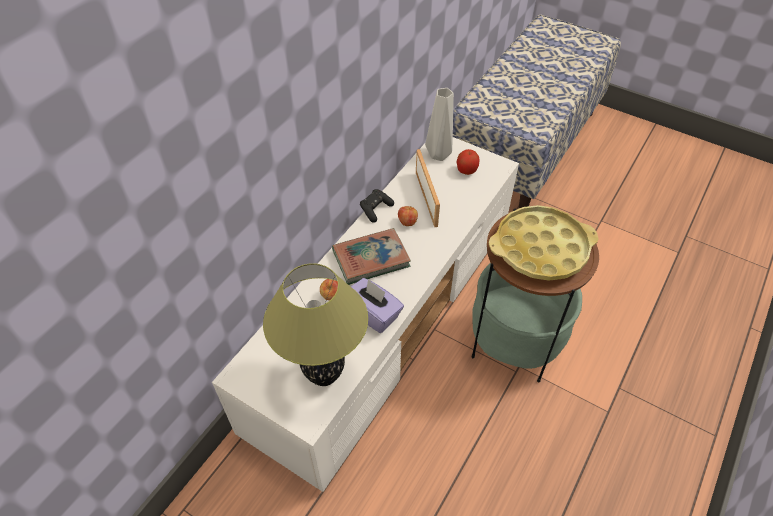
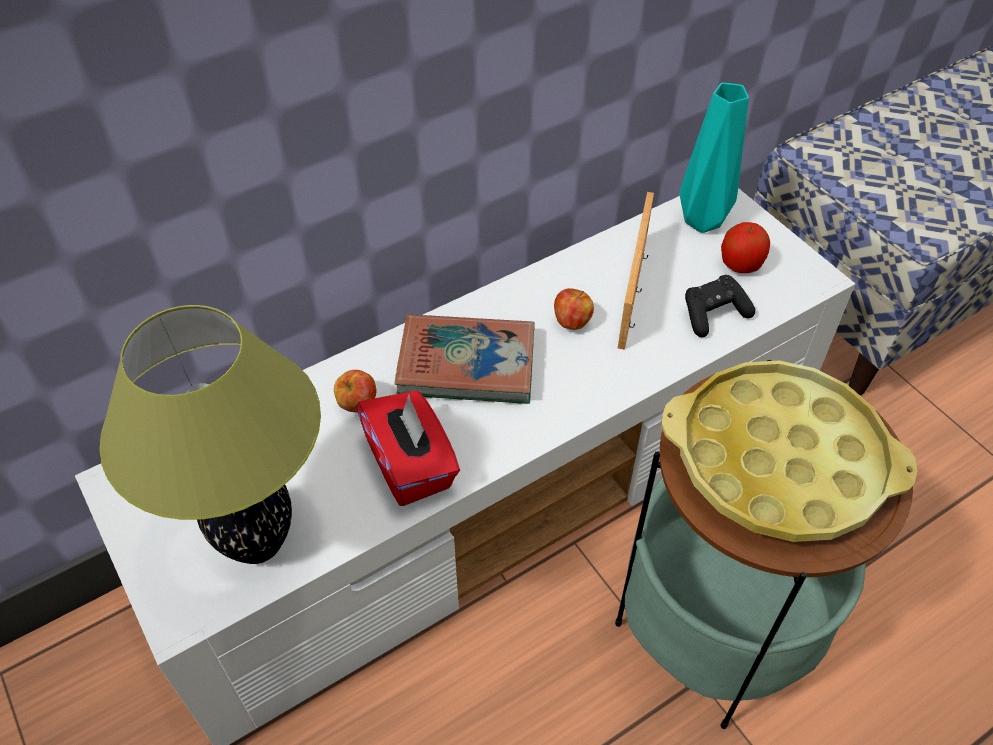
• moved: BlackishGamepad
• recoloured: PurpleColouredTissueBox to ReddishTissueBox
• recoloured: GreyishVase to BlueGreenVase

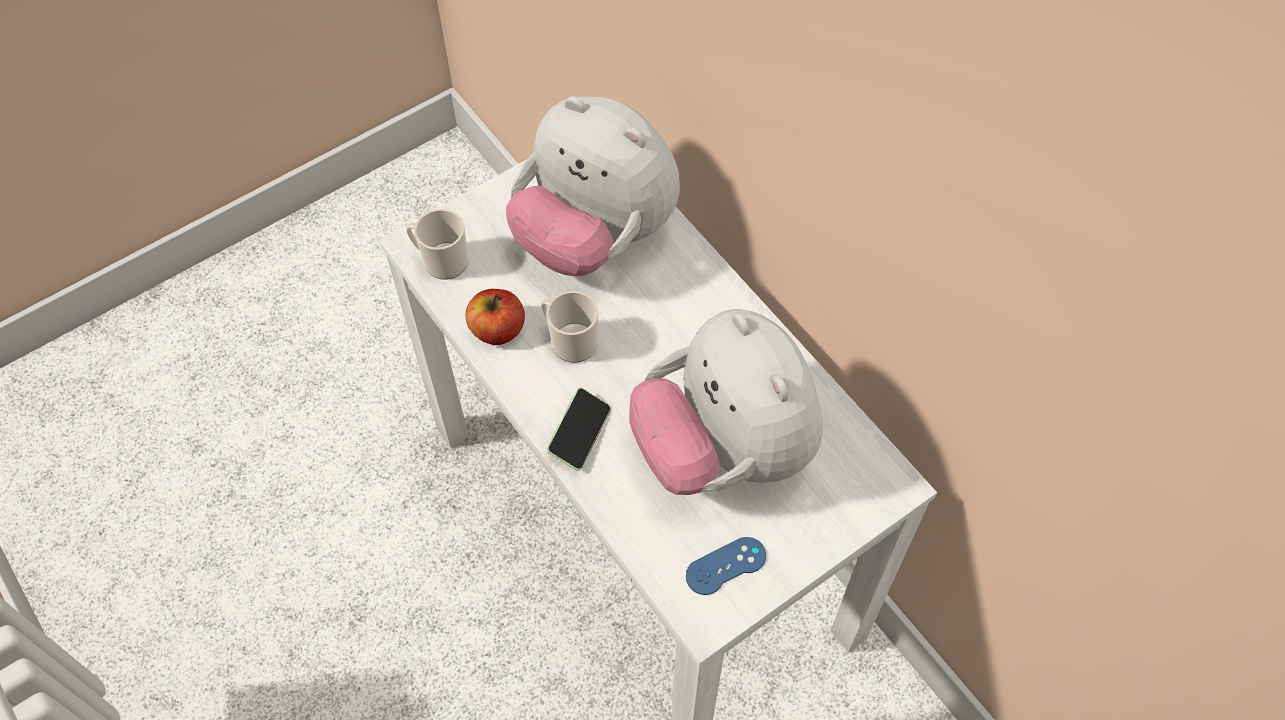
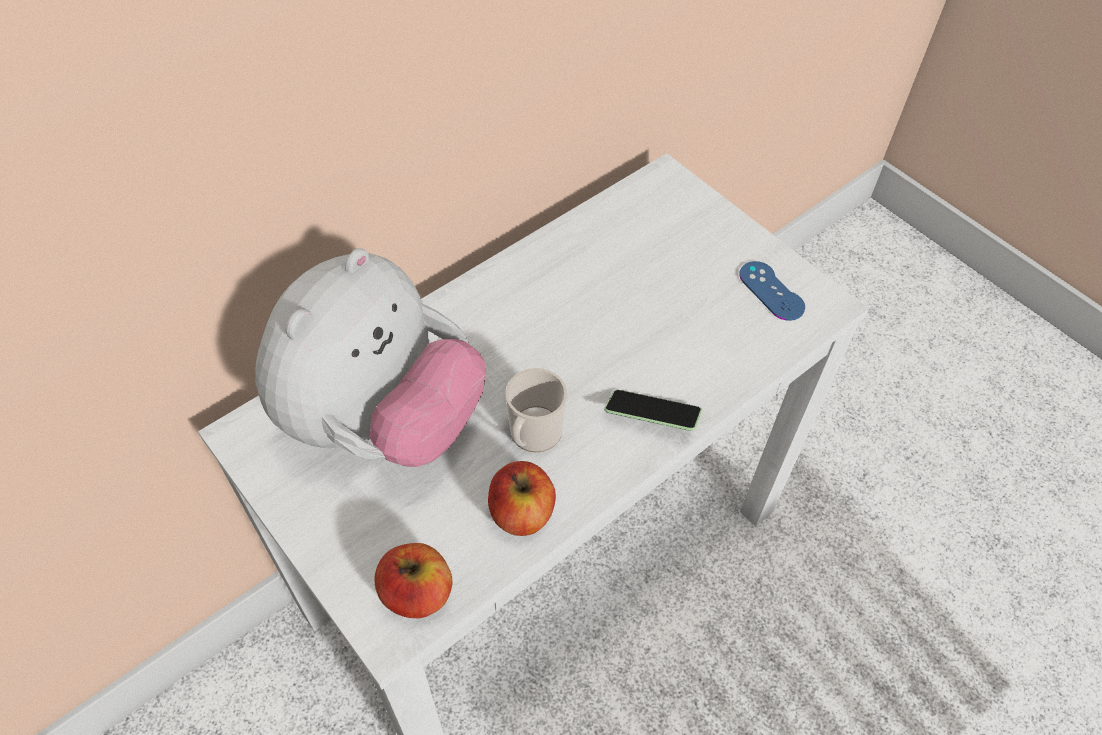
• removed: SoftToy (2nd from left)
• replaced: Mug (1st from left) to WholeApple (1st from left)

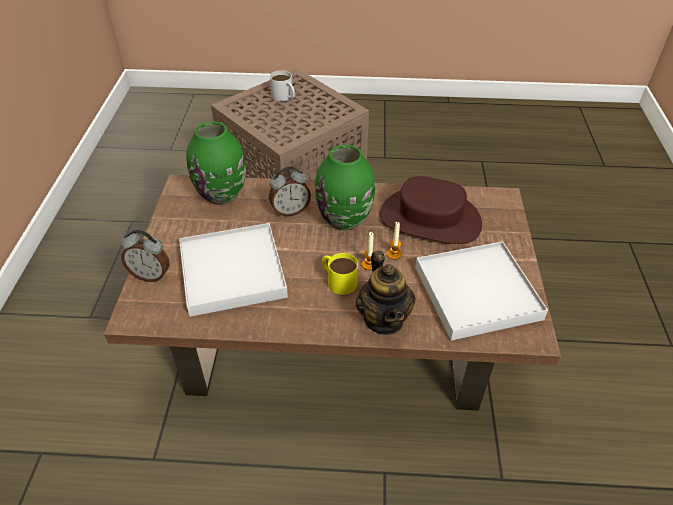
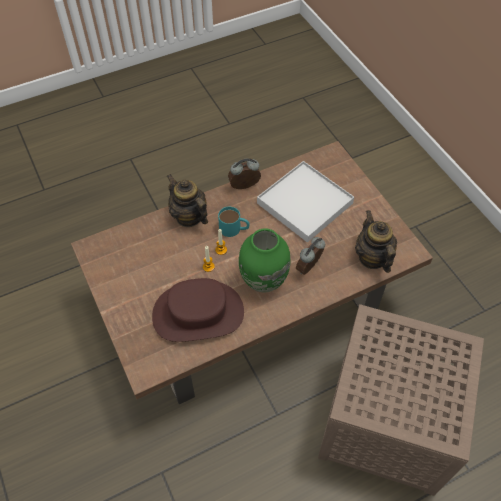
• removed: WhitishMug
• removed: WhitishTray (2nd from left)
• moved: TableClock (1st from left)
• replaced: GreenishVase (1st from left) to PotForTea (2nd from left)
• recoloured: YellowColouredMug to BlueGreenMug

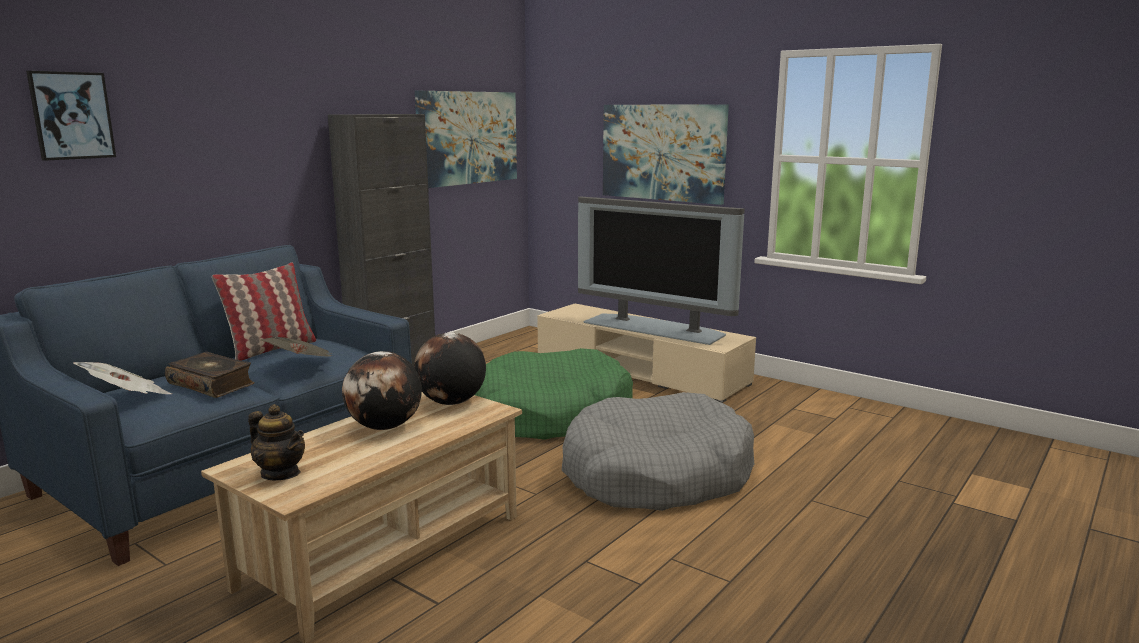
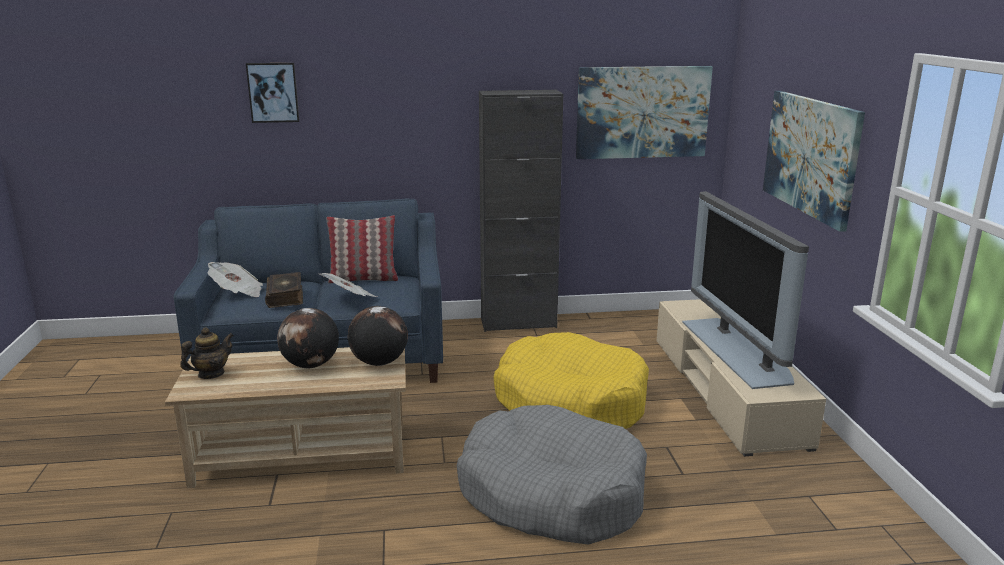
• recoloured: GreenishDogCushion to YellowColouredDogCushion
• turned: PotForTea 120 degrees counterclockwise

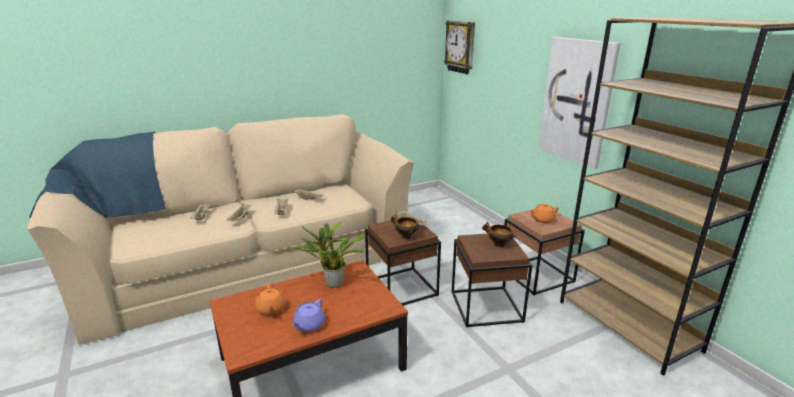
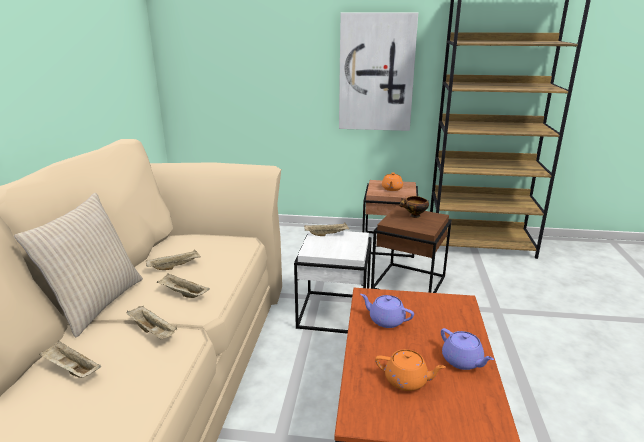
• removed: Bowl (1st from left)
• removed: HangingClock
• added: SandColouredThrowPillow
• replaced: Houseplant to PurpleColouredPotForTea (1st from left)
• recoloured: BrownEndTable (1st from left) to WhitishEndTable

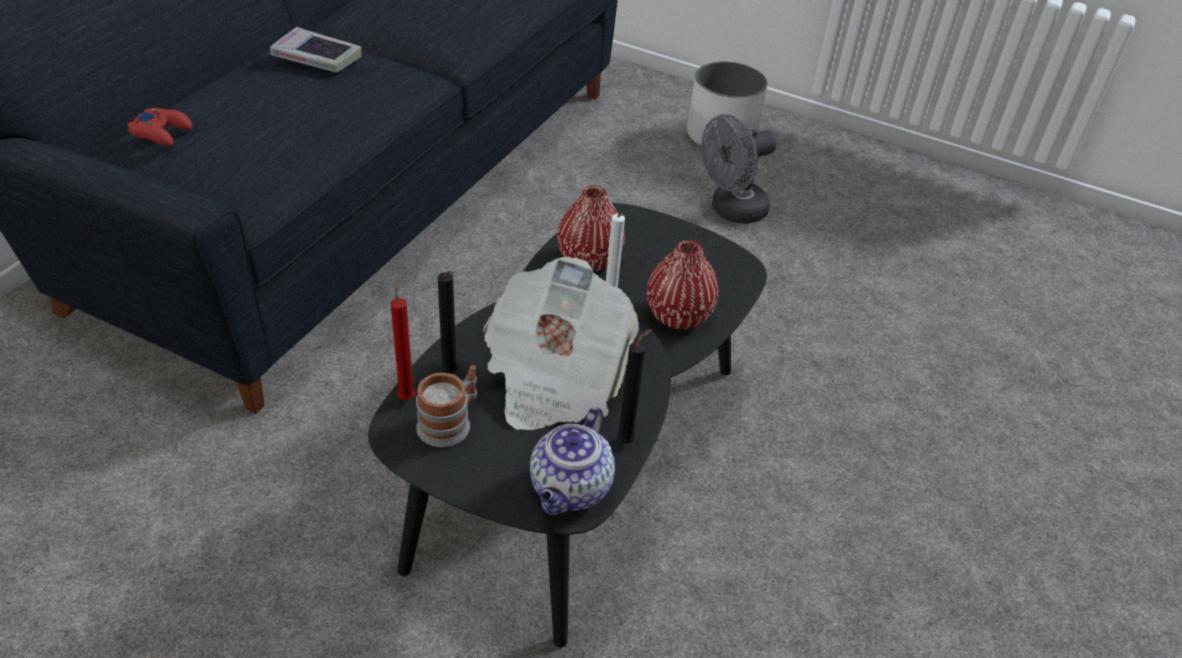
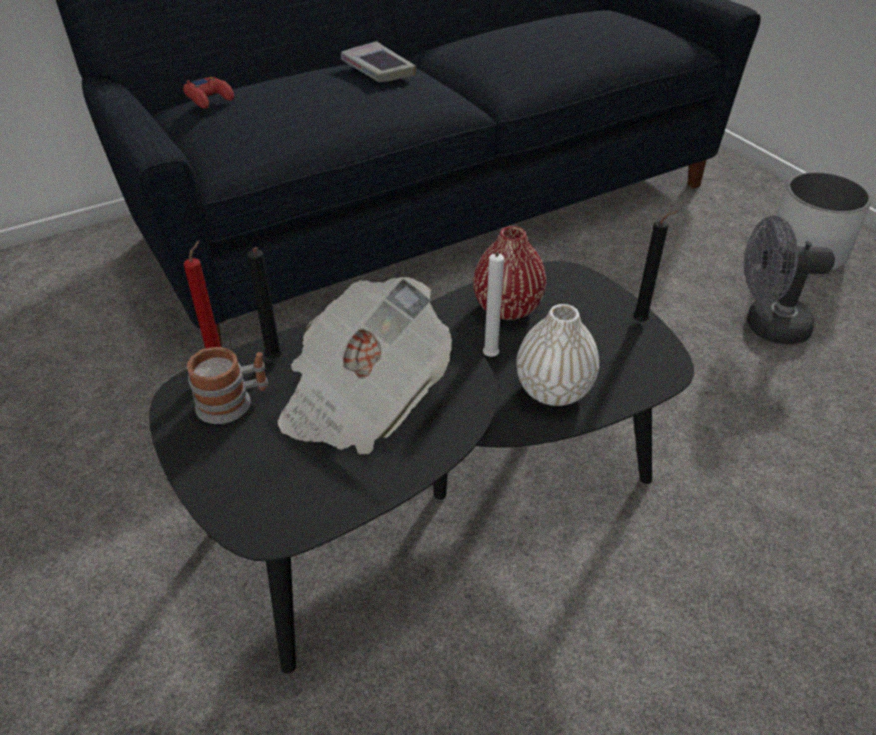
• removed: PotForTea
• moved: BlackishWaxLight (2nd from left)
• recoloured: ReddishVase (2nd from left) to WhitishVase

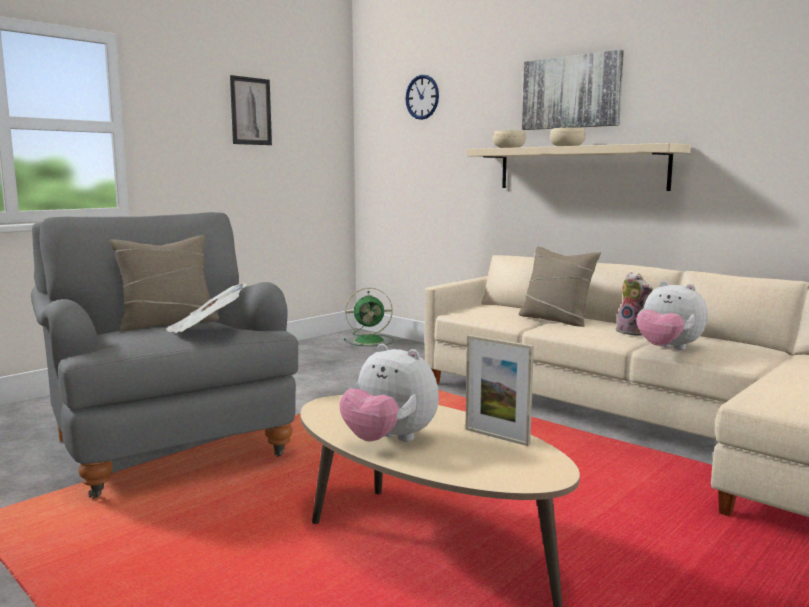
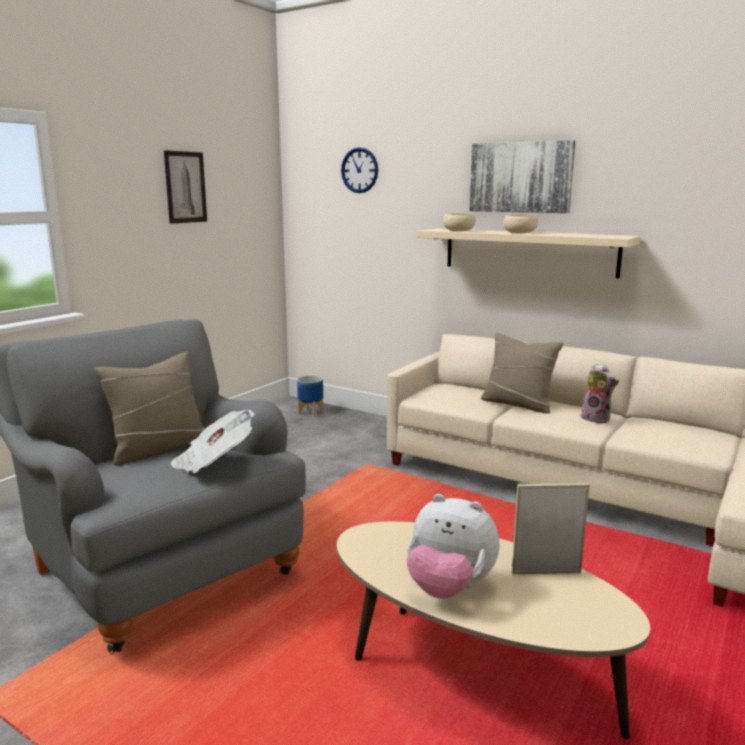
• removed: SoftToy (3rd from left)
• replaced: GreenishFan to FlowerPot
• turned: PhotoFrame 150 degrees clockwise

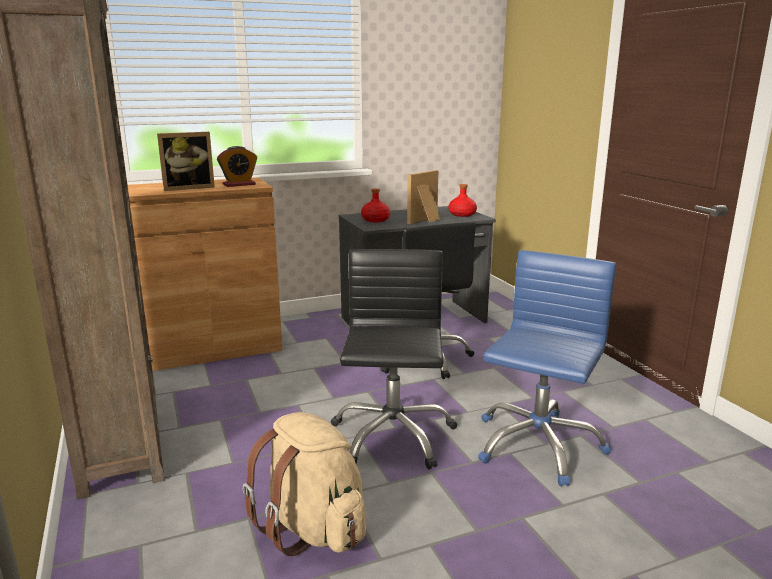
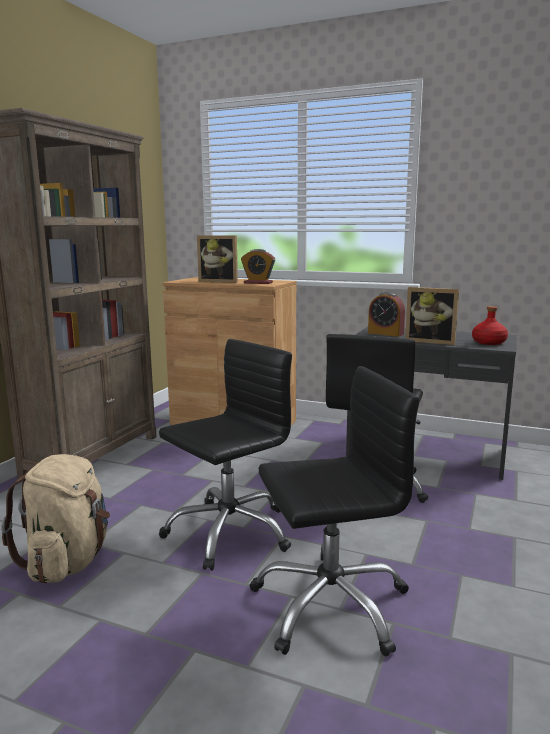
• replaced: ReddishDrinkBottle (1st from left) to TableClock (2nd from left)
• recoloured: BlueComputerChair to BlackishComputerChair (2nd from left)
• turned: PhotoFrame (2nd from left) 150 degrees counterclockwise

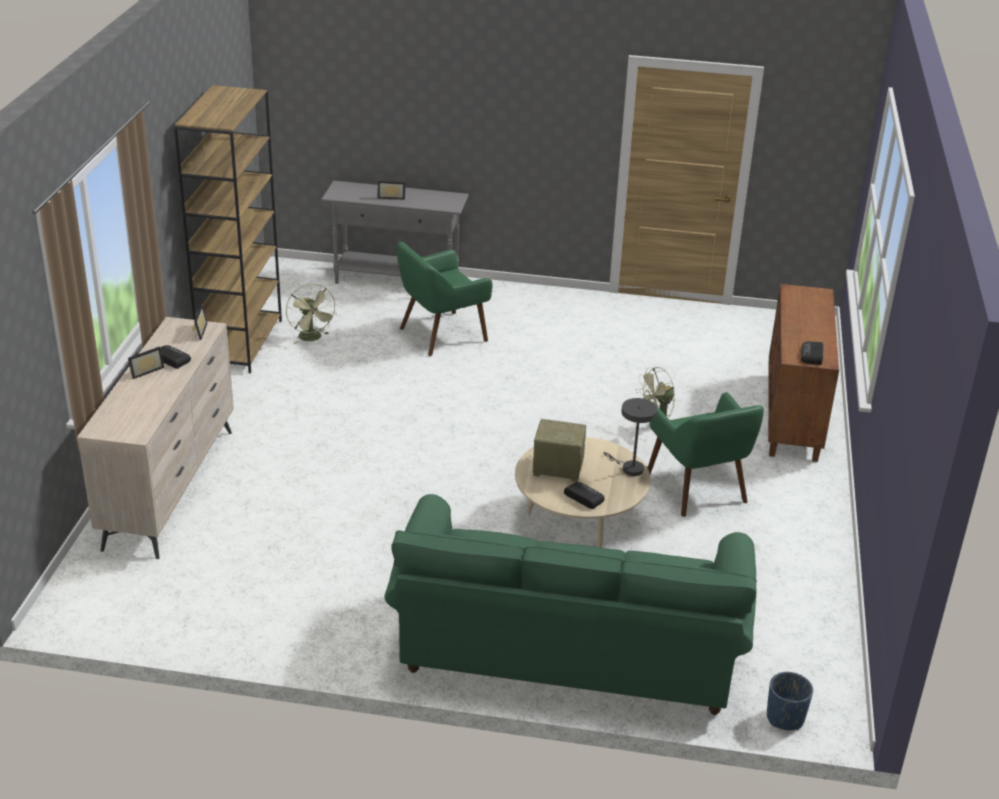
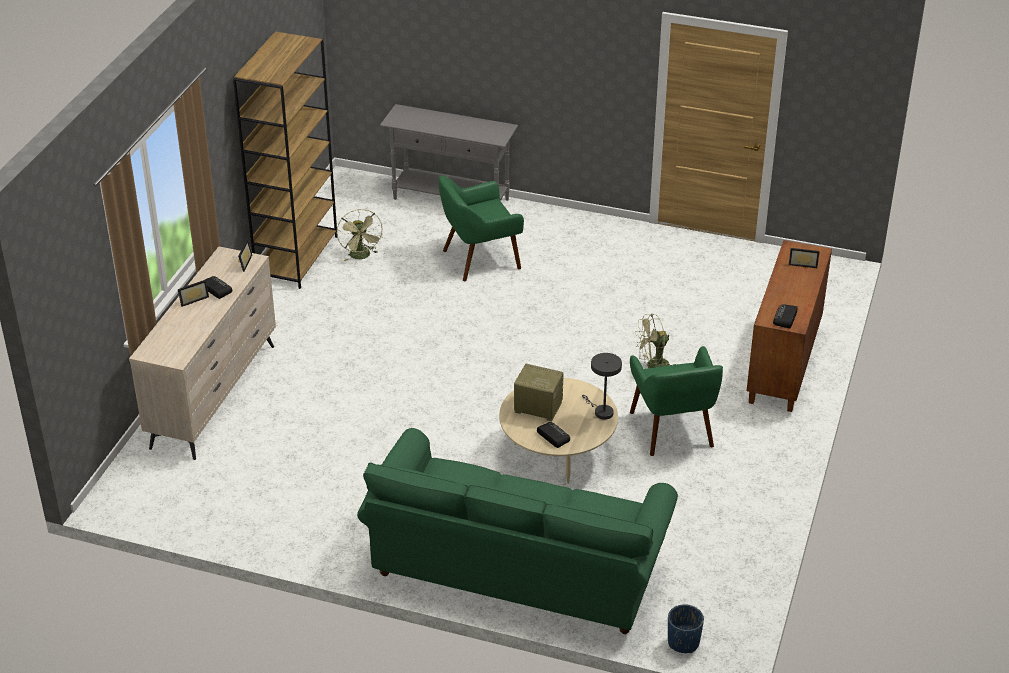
• moved: PhotoFrame (3rd from left)

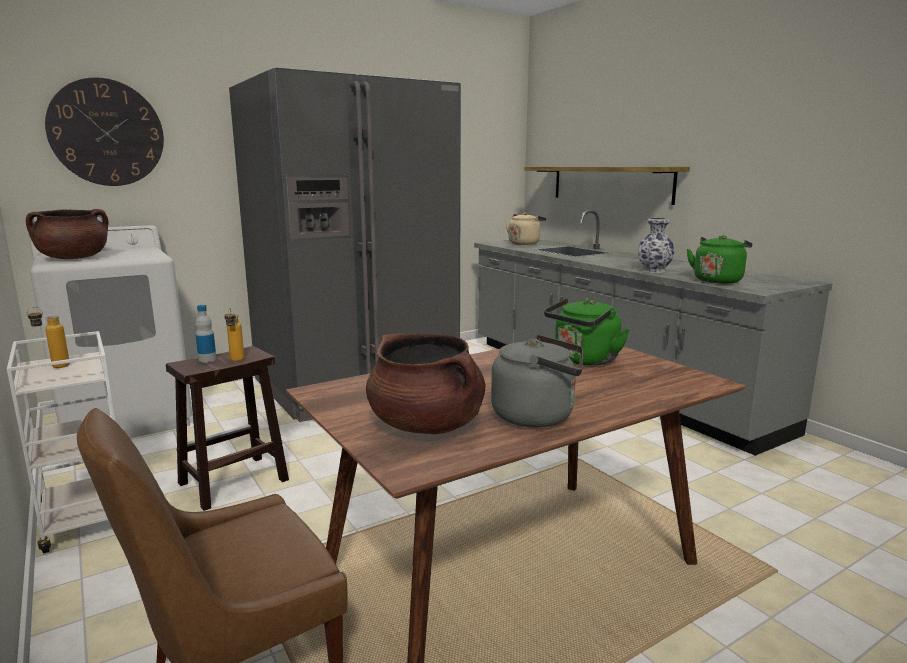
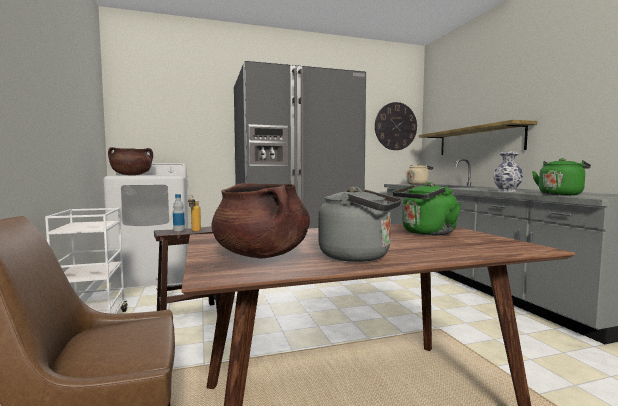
• removed: DrinkBottle (1st from left)
• moved: HangingClock

